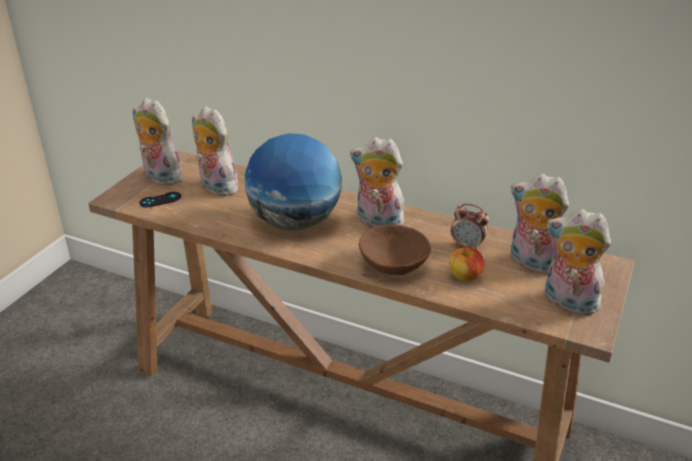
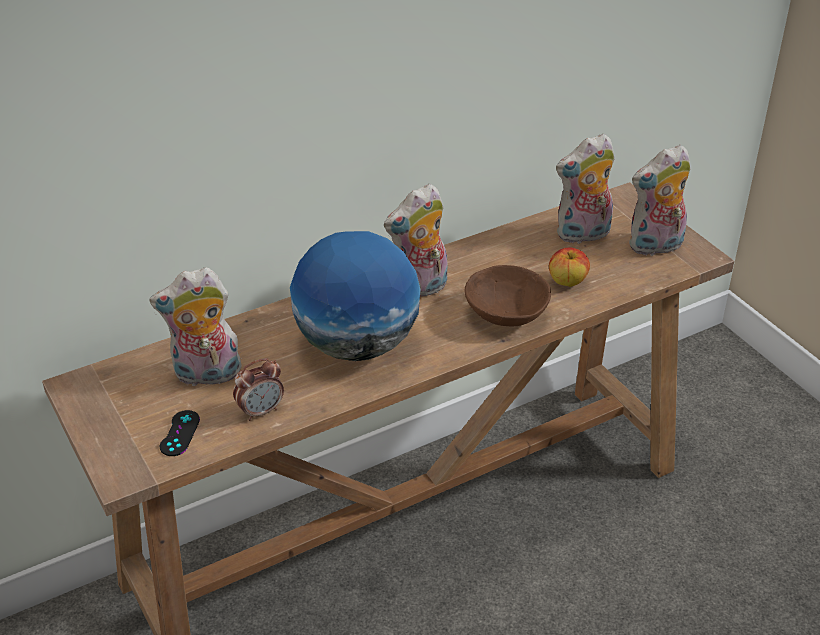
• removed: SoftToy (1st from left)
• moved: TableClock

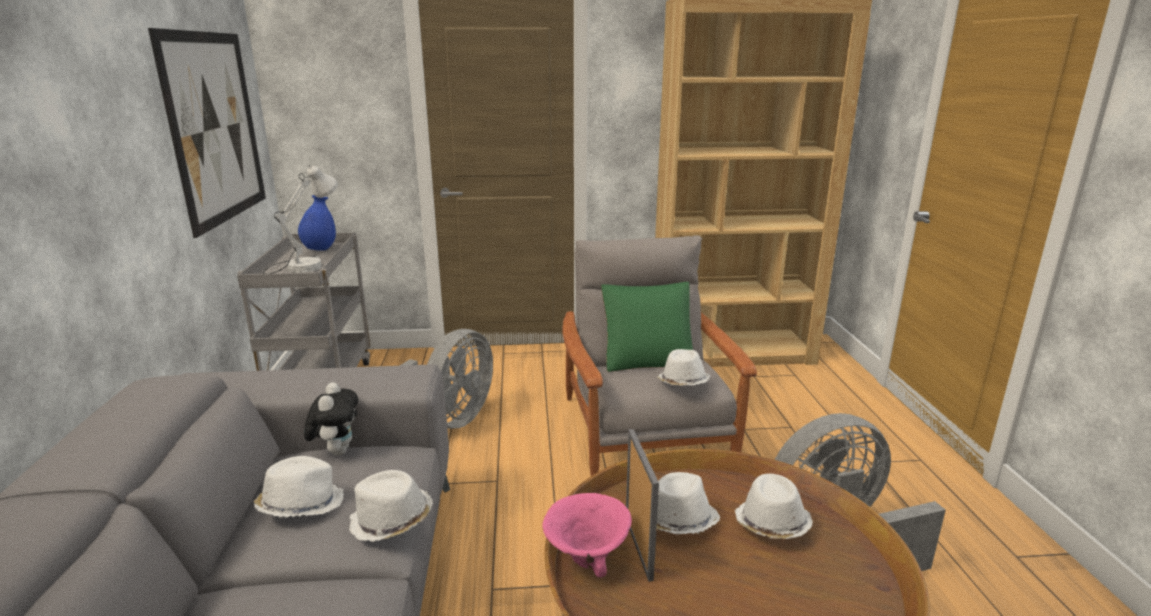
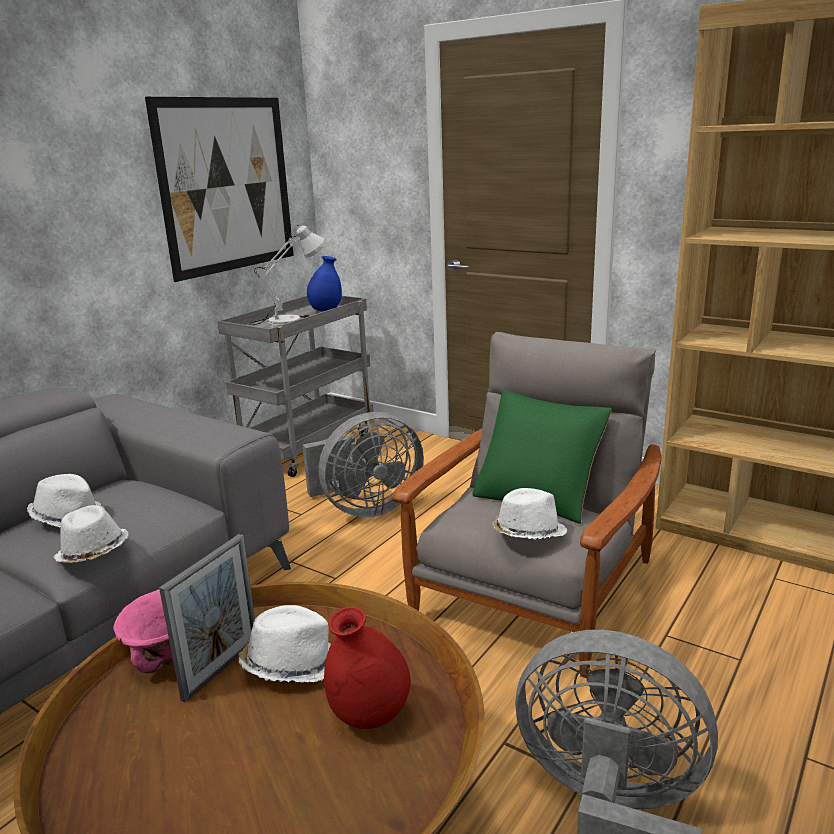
• removed: SoftToy
• replaced: WhitishHat (5th from left) to ReddishVase

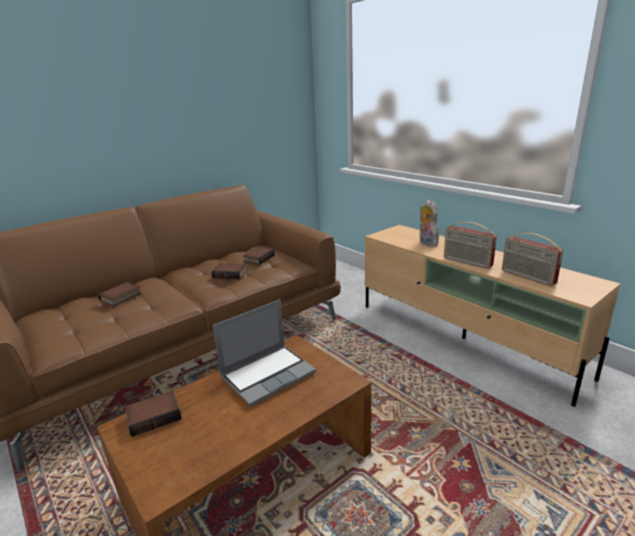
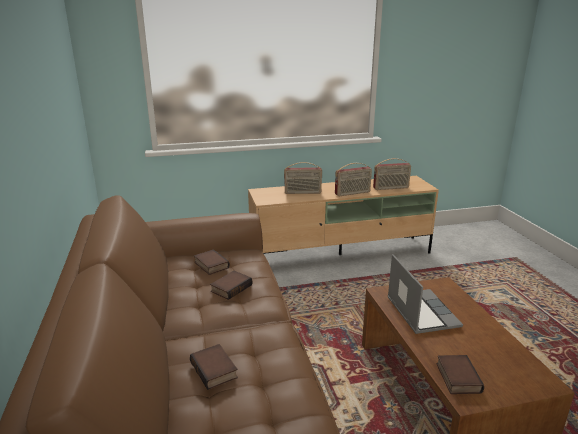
• replaced: SoftToy to Radio (1st from left)

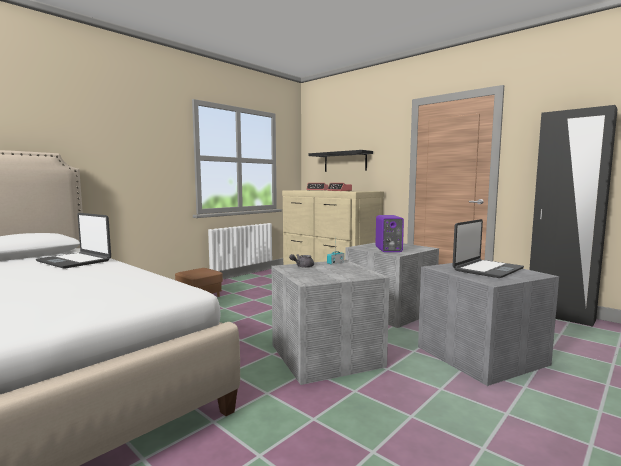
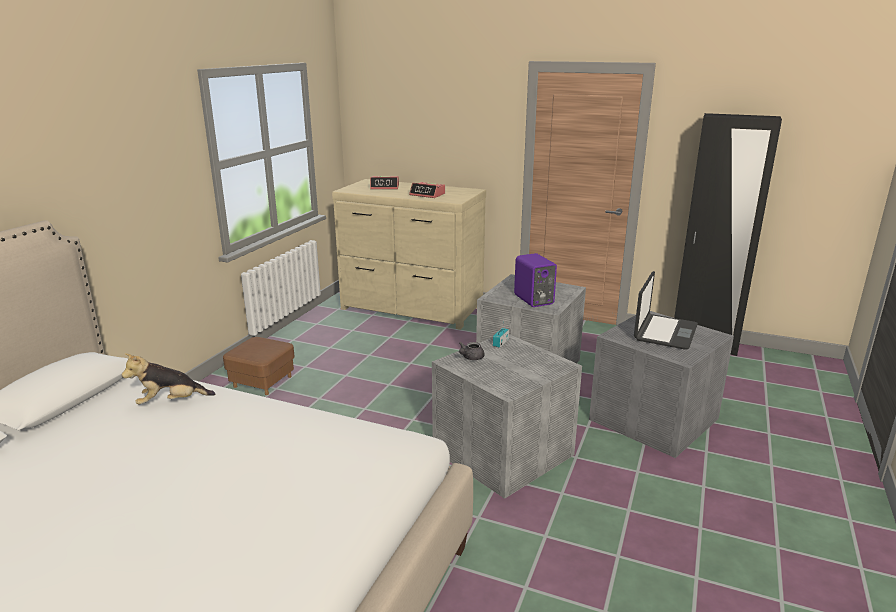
• removed: BlackishWallShelf
• replaced: Laptop (1st from left) to SoftToy

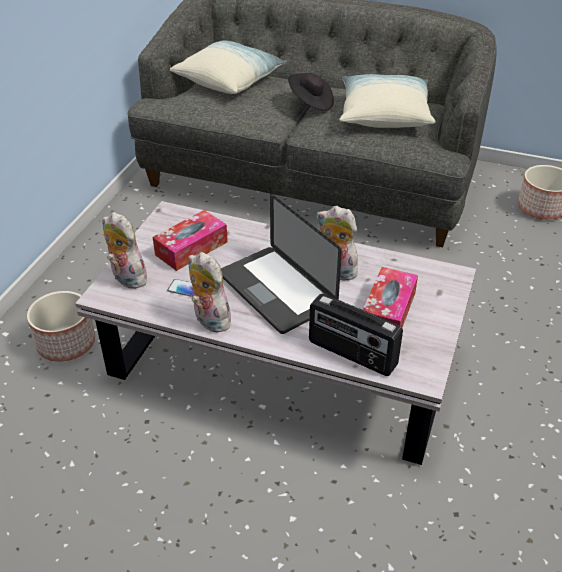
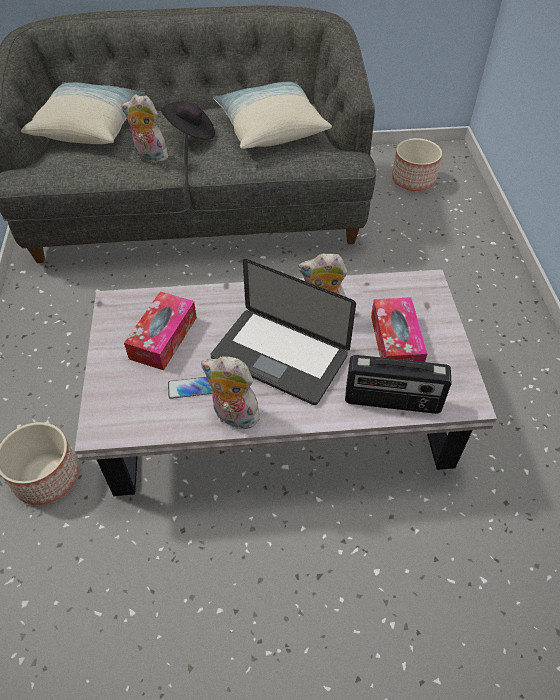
• moved: SoftToy (1st from left)

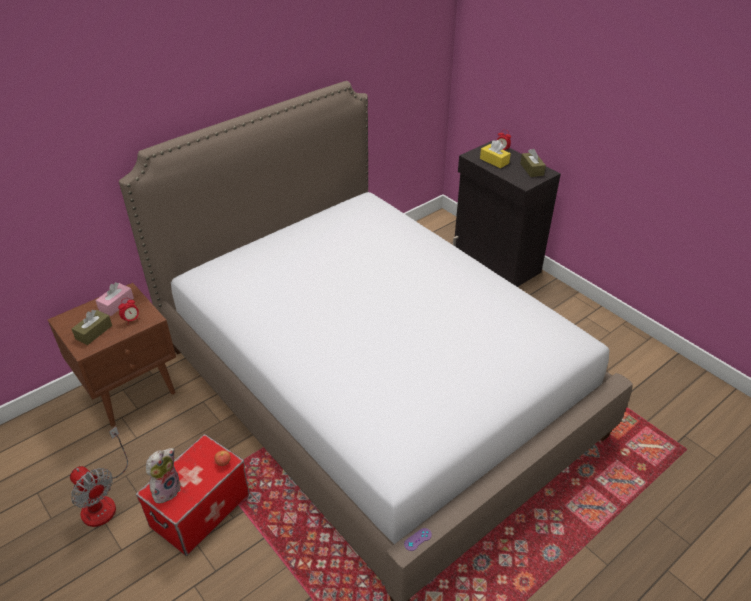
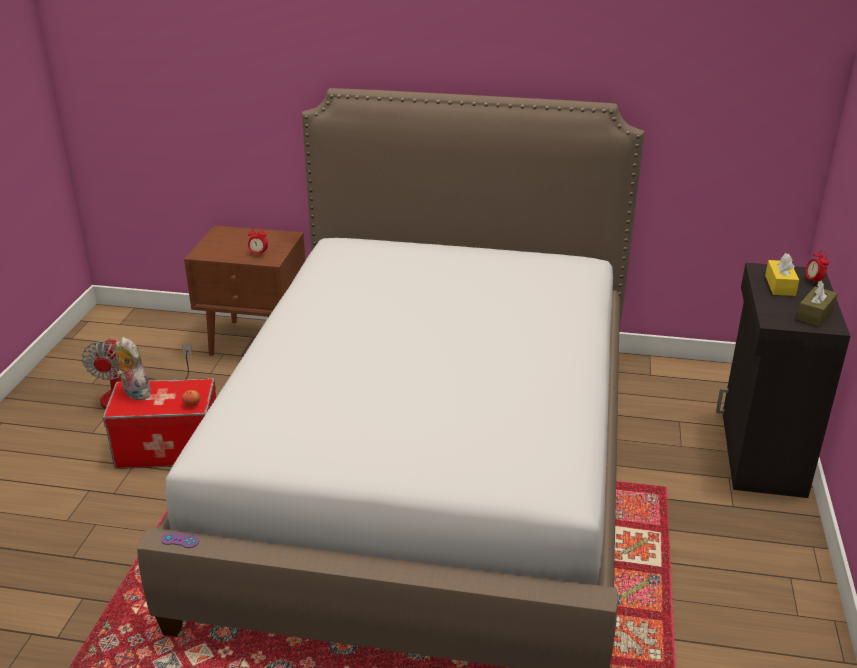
• removed: BrownTissueBox (1st from left)
• removed: PinkishTissueBox
• turned: SoftToy 135 degrees counterclockwise

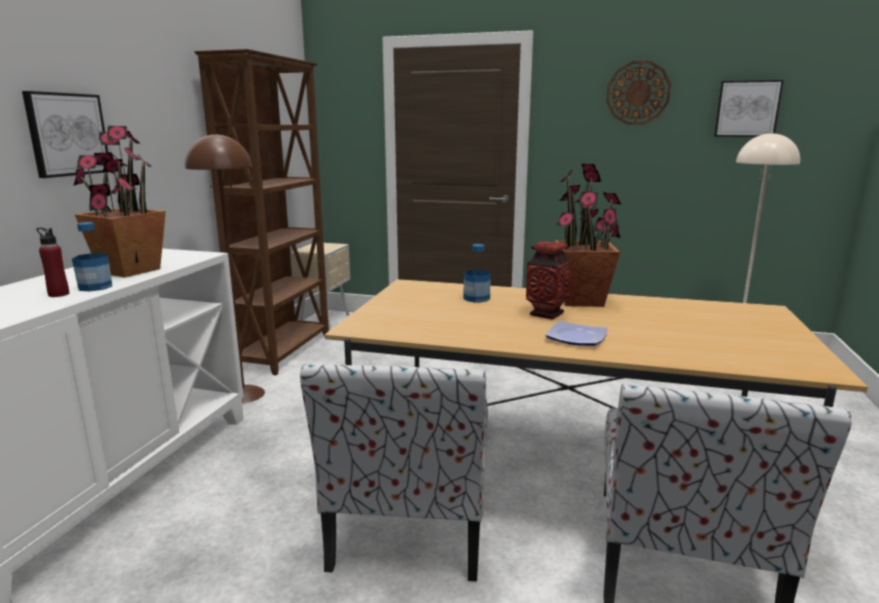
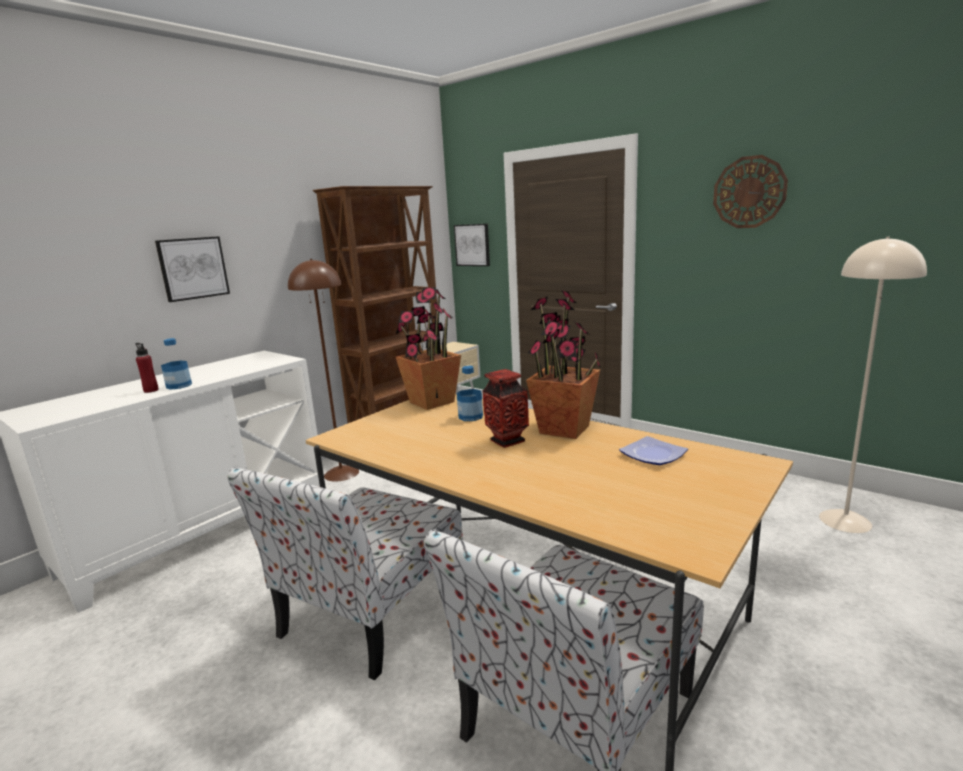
• moved: Houseplant (1st from left)
• moved: Plate
• moved: WallArt (2nd from left)

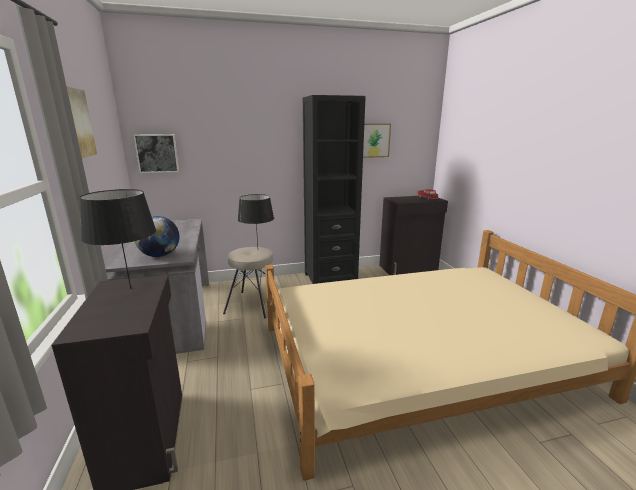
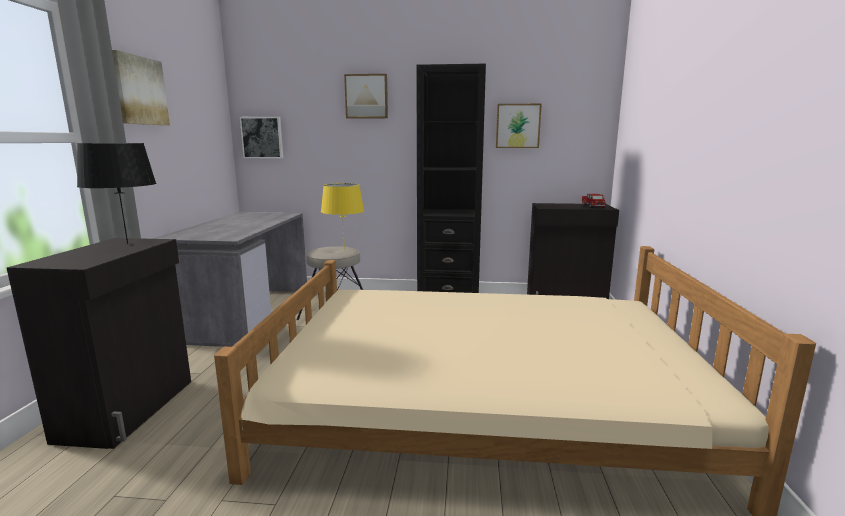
• removed: Globe
• added: WallArt (3rd from left)
• recoloured: BlackishLampForATable (2nd from left) to YellowColouredLampForATable

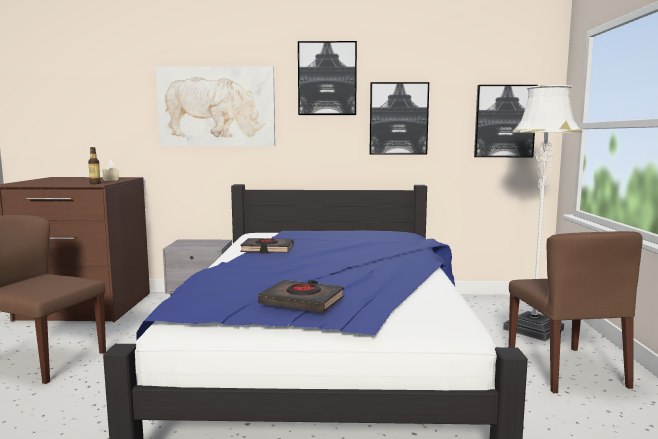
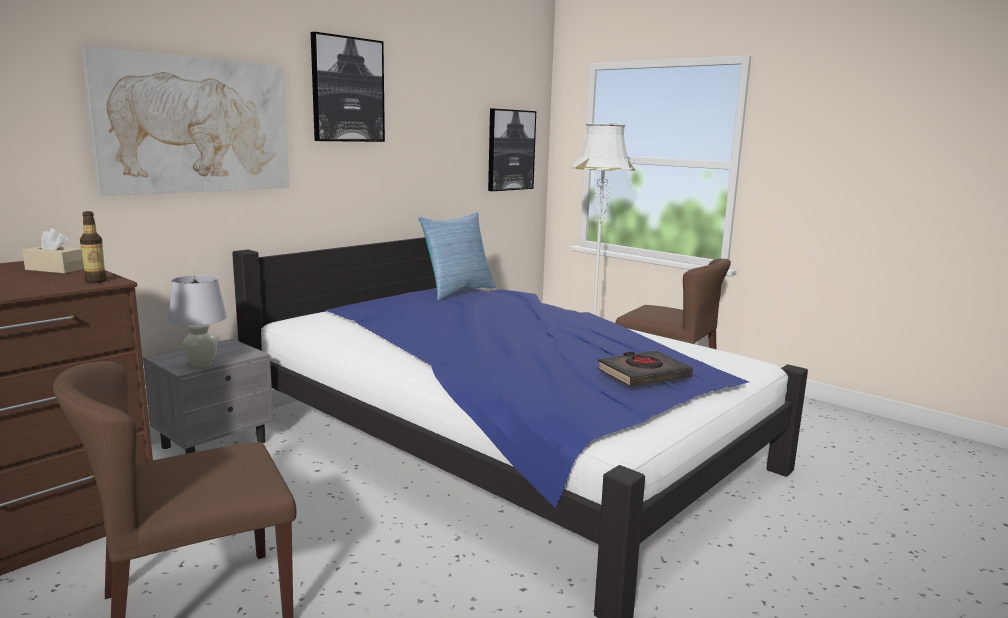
• removed: BlackishVolume (1st from left)
• removed: WallArt (3rd from left)
• added: WhitishLampForATable
• added: ThrowPillow

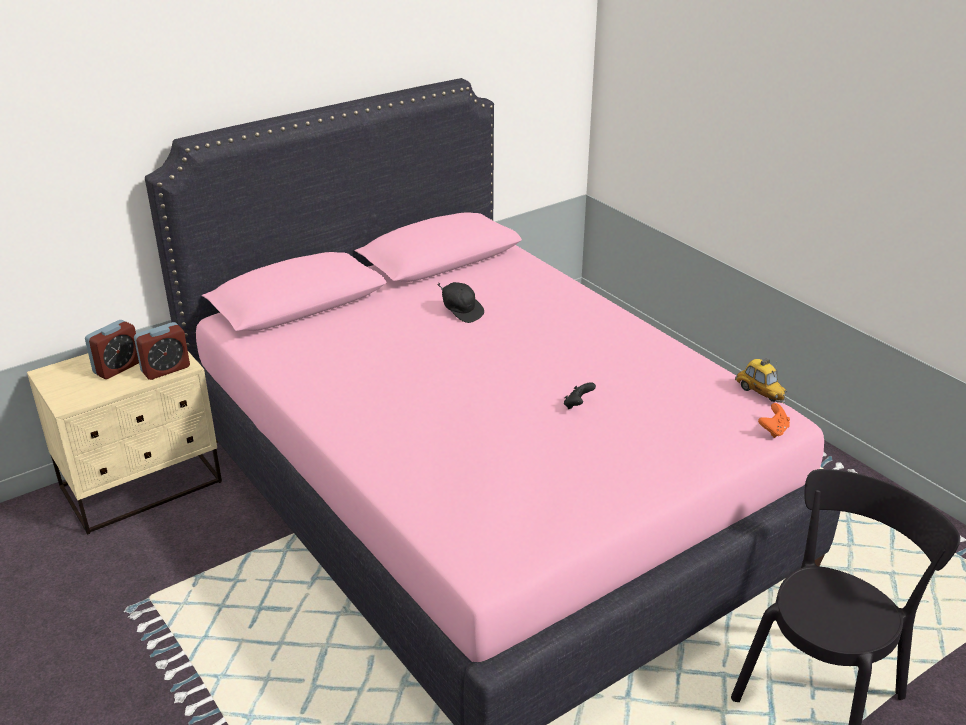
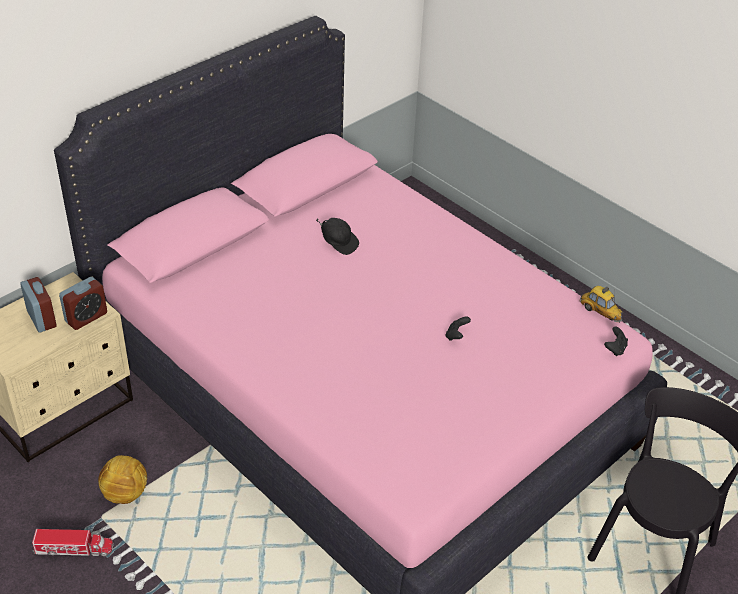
• added: ModelTruck
• added: FootballBall
• recoloured: OrangeGamepad to BlackishGamepad (2nd from left)
• turned: TableClock (1st from left) 60 degrees counterclockwise

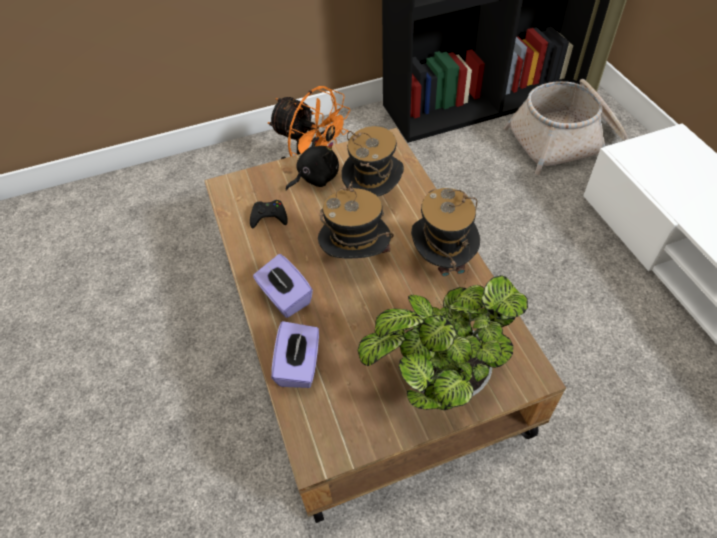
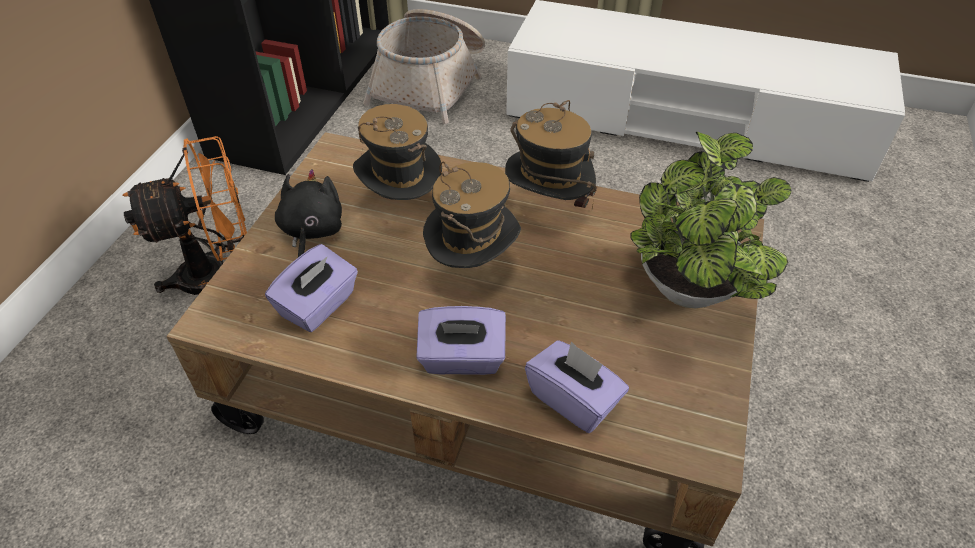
• replaced: BlackishGamepad to PurpleColouredTissueBox (1st from left)

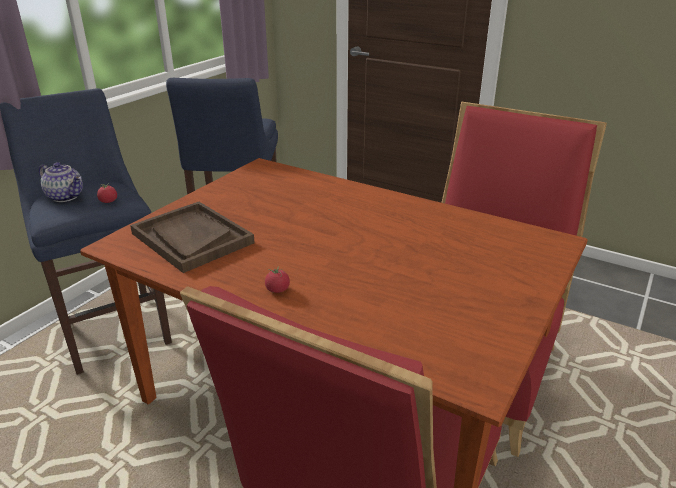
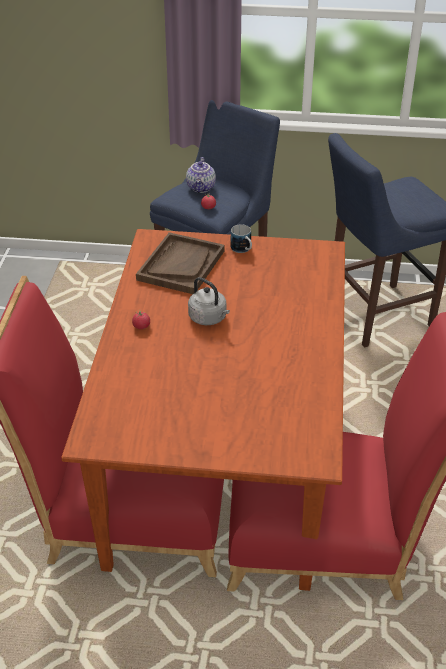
• added: GreyishKettle
• added: Mug

